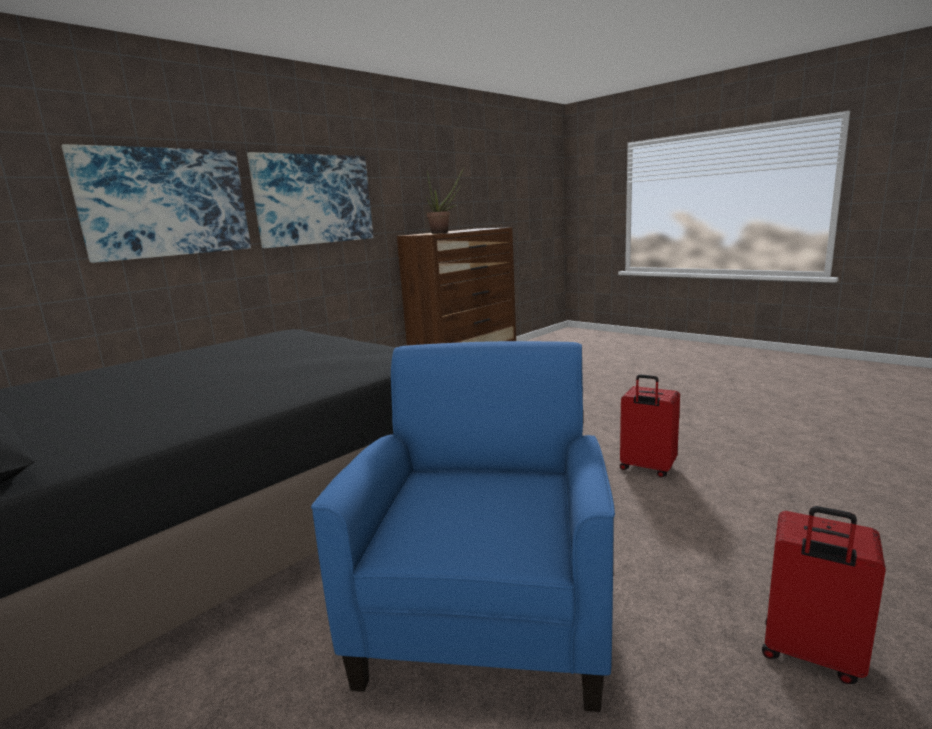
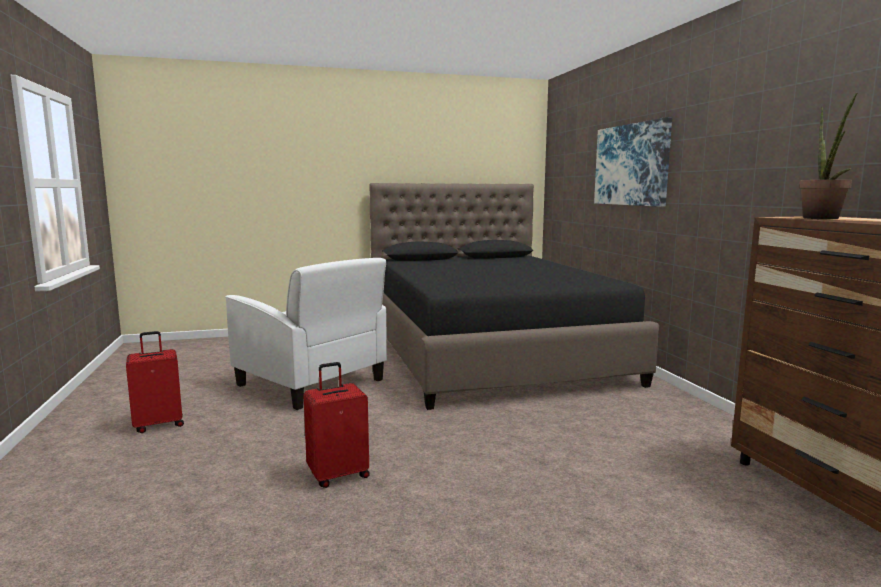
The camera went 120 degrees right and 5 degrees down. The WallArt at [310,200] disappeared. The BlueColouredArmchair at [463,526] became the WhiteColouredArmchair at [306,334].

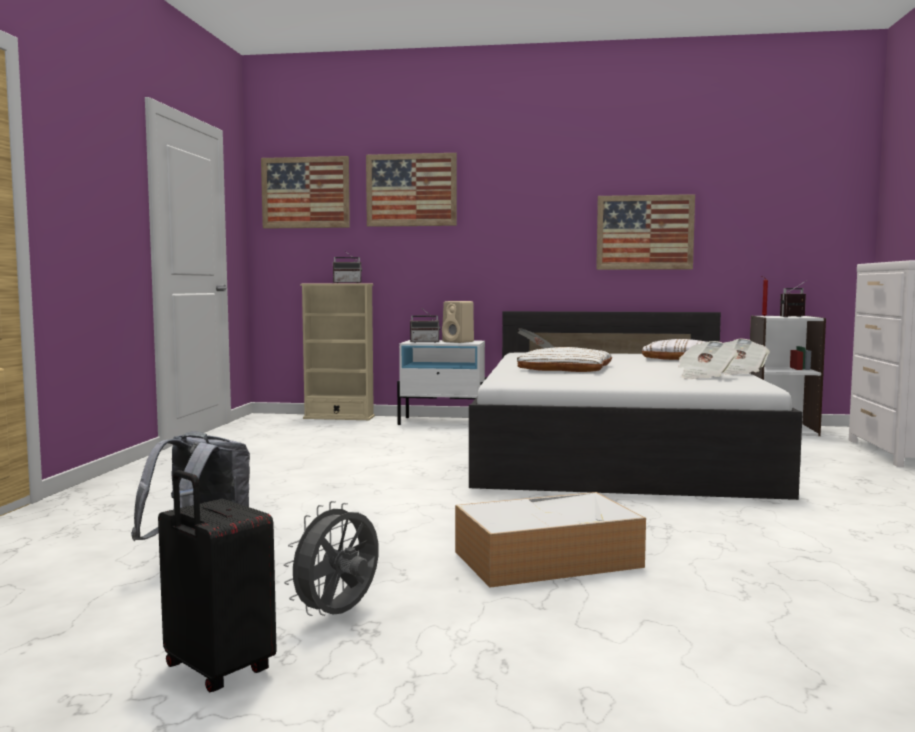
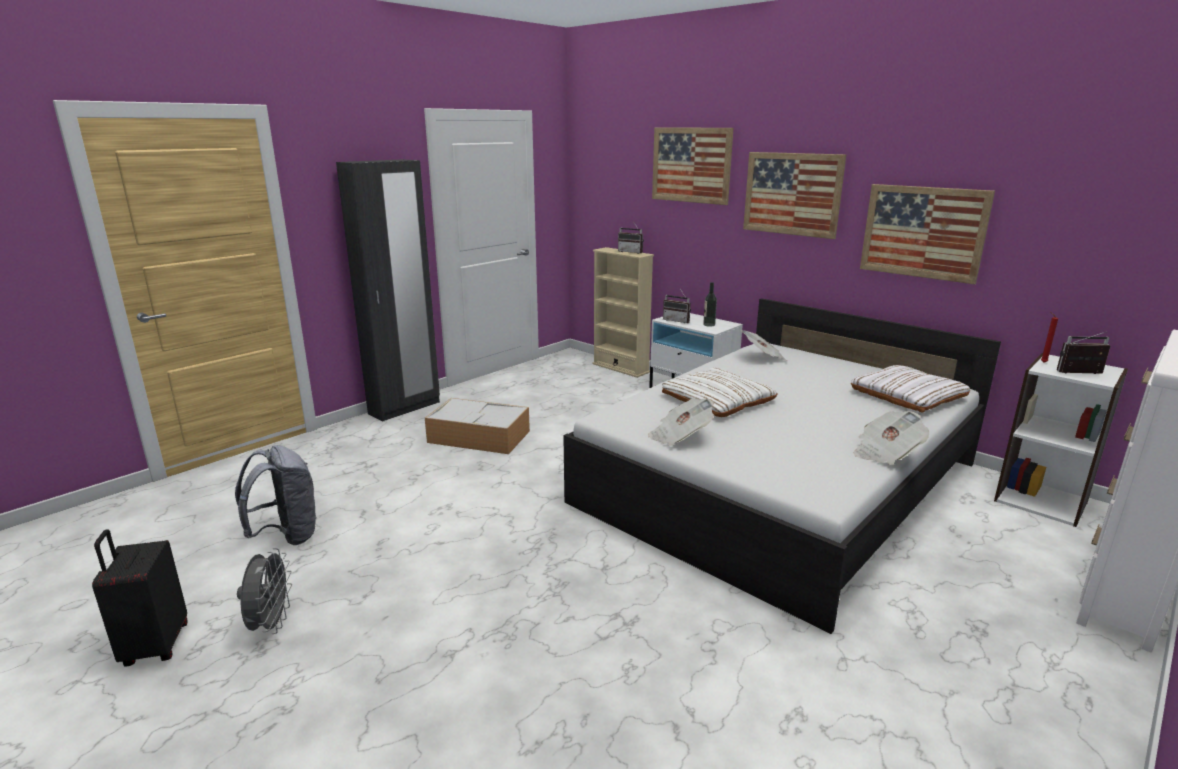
The camera went 35 degrees right and 15 degrees up. The WallArt moved from [305,192] to [794,195]. The BeigeColouredSpeaker at [458,322] was replaced by the Bottle at [710,304]. The DailyPaper moved from [708,360] to [681,422]. The StorageContainer moved from [550,540] to [477,426]. The GreyCoolingFan at [331,558] turned 105 degrees clockwise. The BlackishArmoire at [388,290] appeared.

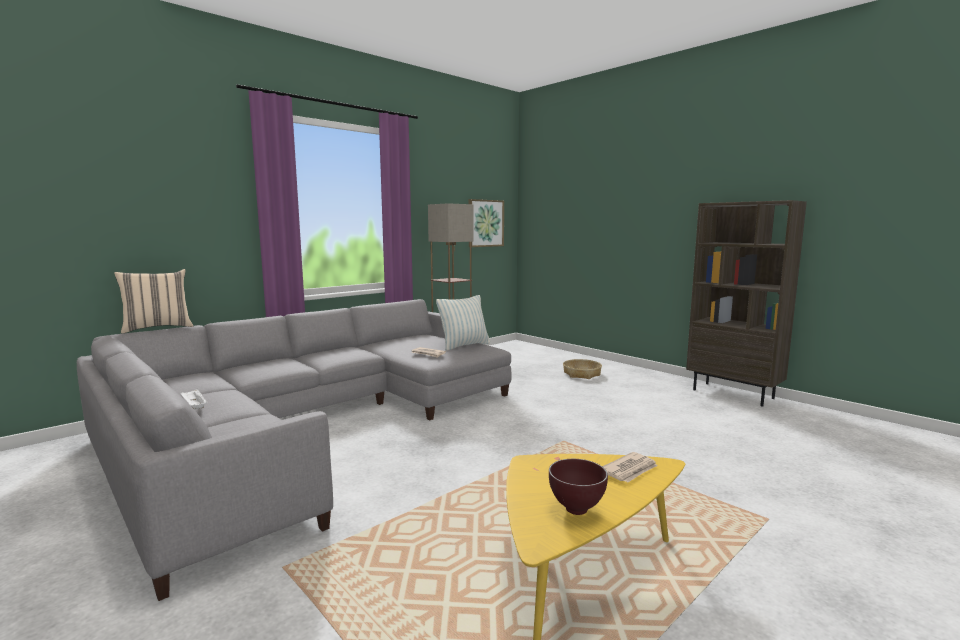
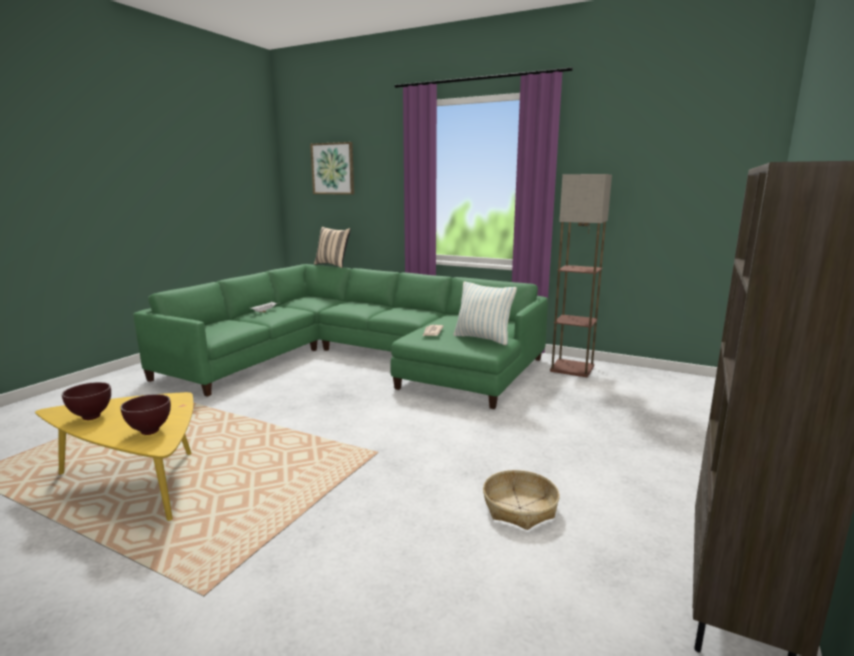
The camera went 70 degrees right and 5 degrees up. The WallArt moved from [486,223] to [332,168]. The GreySofa at [294,450] became the GreenColouredSofa at [340,336]. The Basket moved from [582,369] to [521,500]. The DailyPaper at [630,467] was replaced by the BrownColouredBowl at [145,414].

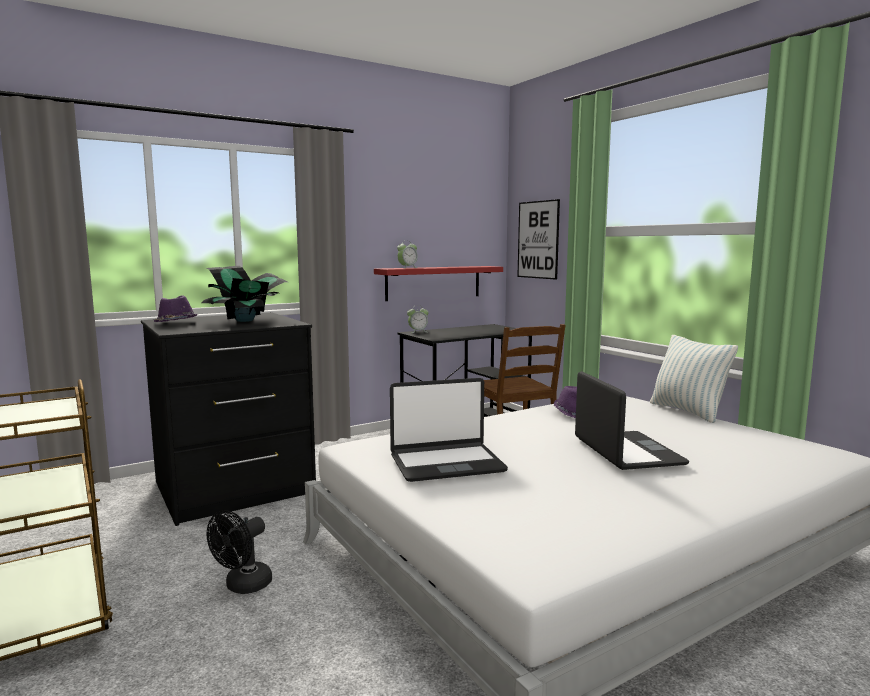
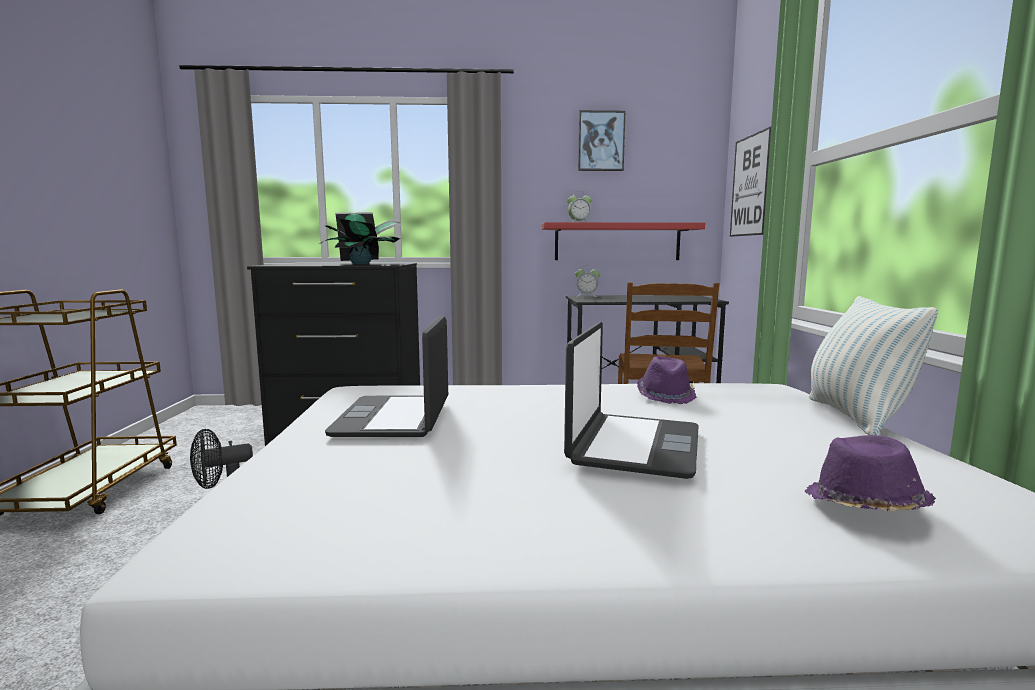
The camera went 30 degrees right and 0 degrees up. The PurpleColouredWearableHat moved from [176,308] to [870,473]. The NotebookComputer at [449,430] turned 75 degrees clockwise. The WallArt at [601,140] appeared.

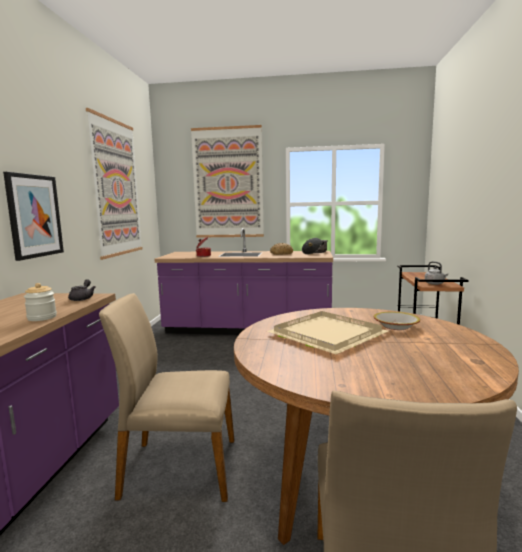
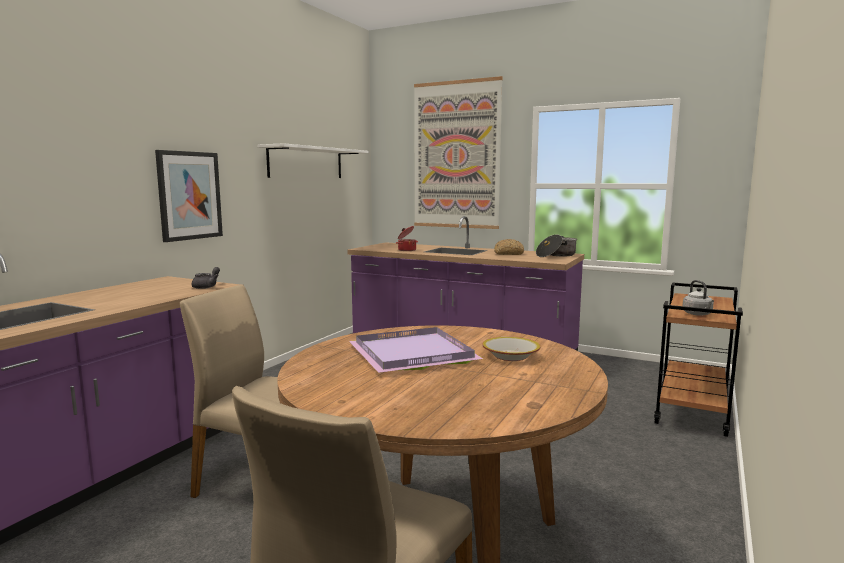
The camera went 20 degrees right and 0 degrees up. The WallArt at [114,184] was replaced by the WhiteColouredShelf at [313,160]. The Jar at [40,302] disappeared. The BeigeColouredCarryingTray at [327,332] became the PurpleColouredCarryingTray at [416,350].

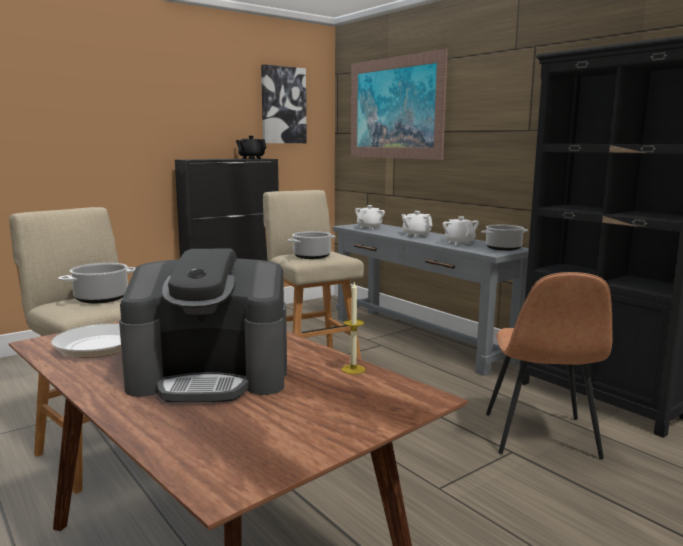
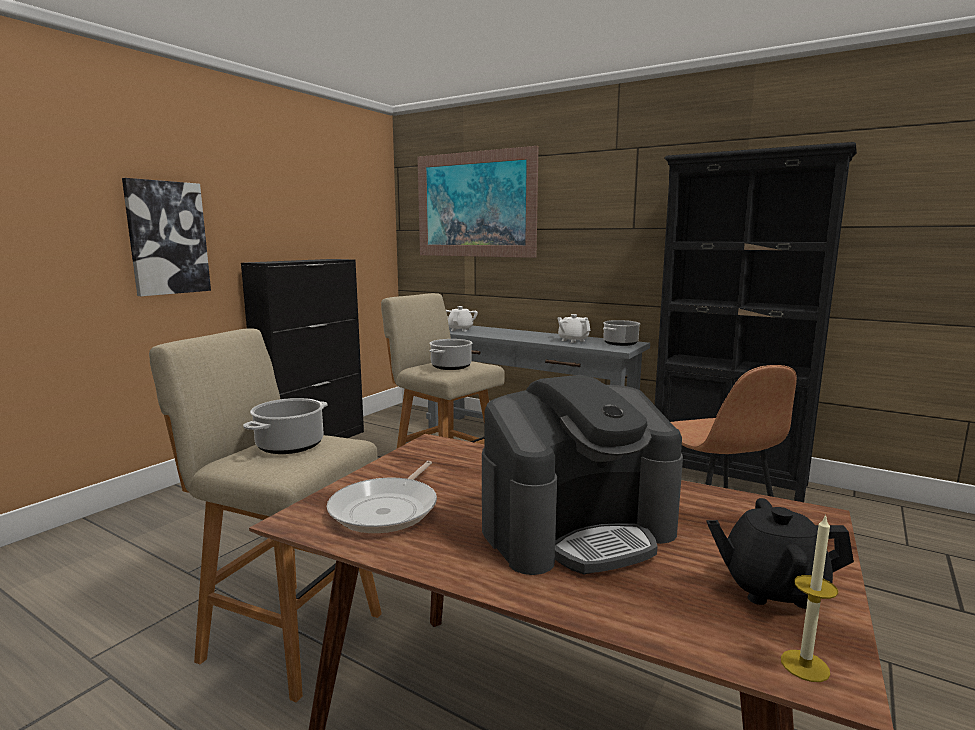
The camera went 20 degrees left and 0 degrees up. The WallArt moved from [284,103] to [166,237]. The BlackishPotForTea moved from [251,147] to [780,553]. The WhiteColouredPotForTea at [417,224] disappeared. The Candle moved from [353,328] to [809,598].

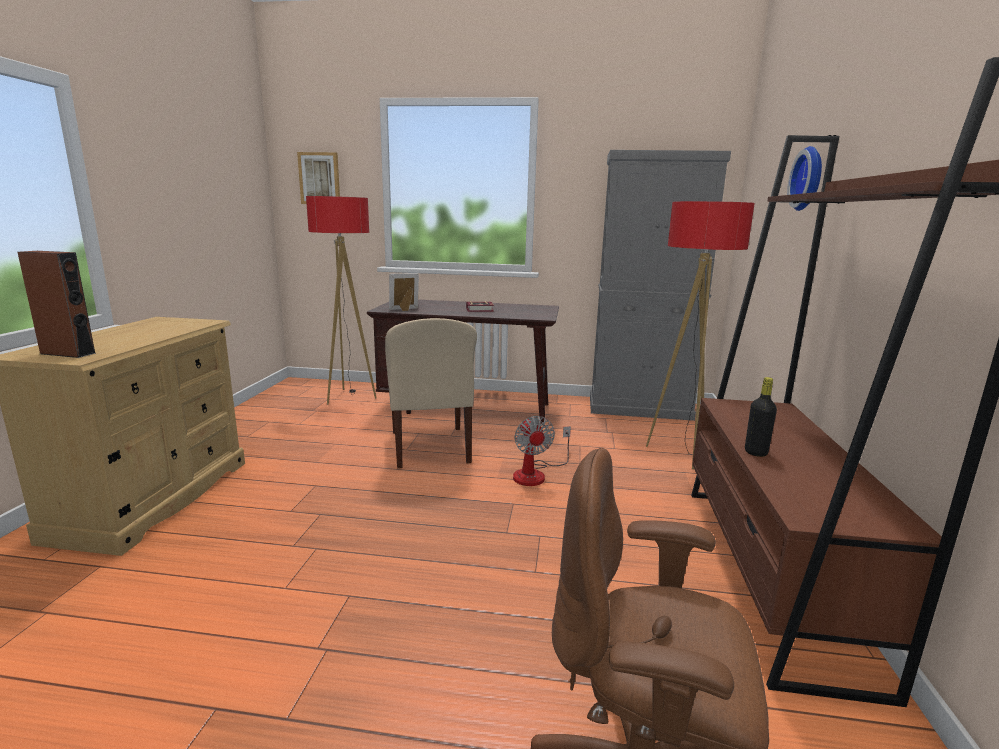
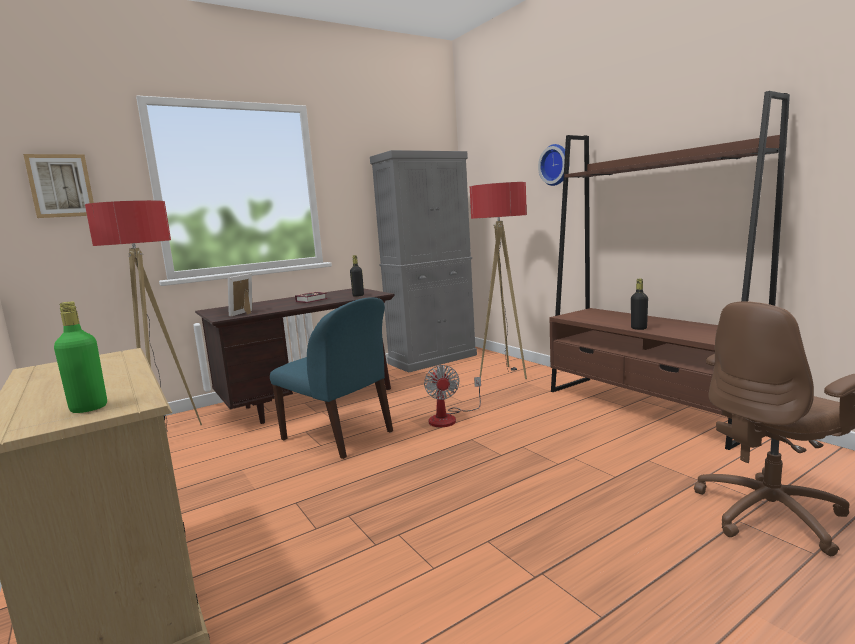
The camera went 40 degrees left and 5 degrees down. The BrownColouredSpeaker at [56,304] was replaced by the GreenColouredBottle at [80,357]. The BeigeColouredChair at [431,393] became the BlueColouredChair at [331,378]. The CoolingFan at [542,451] turned 45 degrees clockwise. The BlackishBottle at [357,276] appeared.

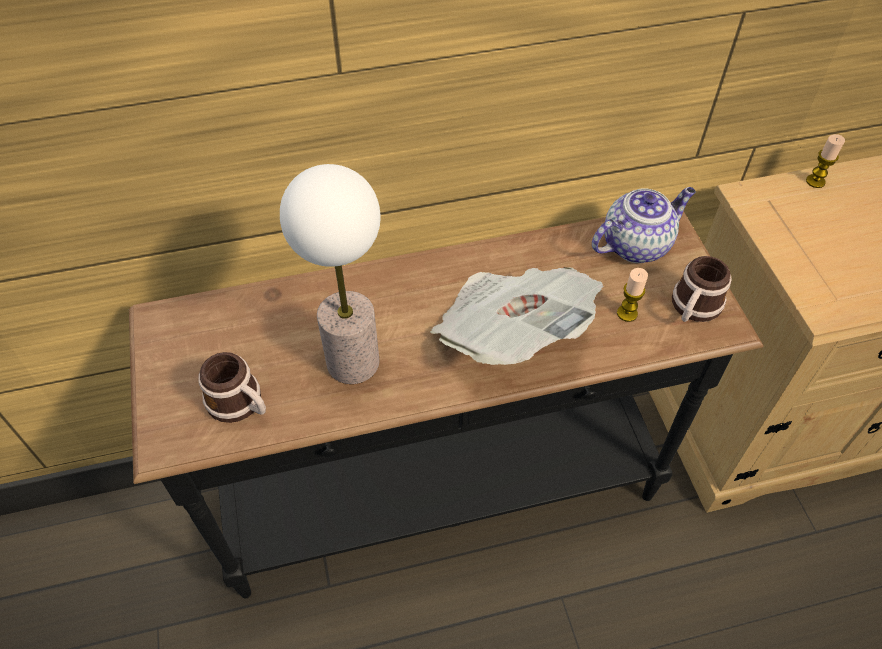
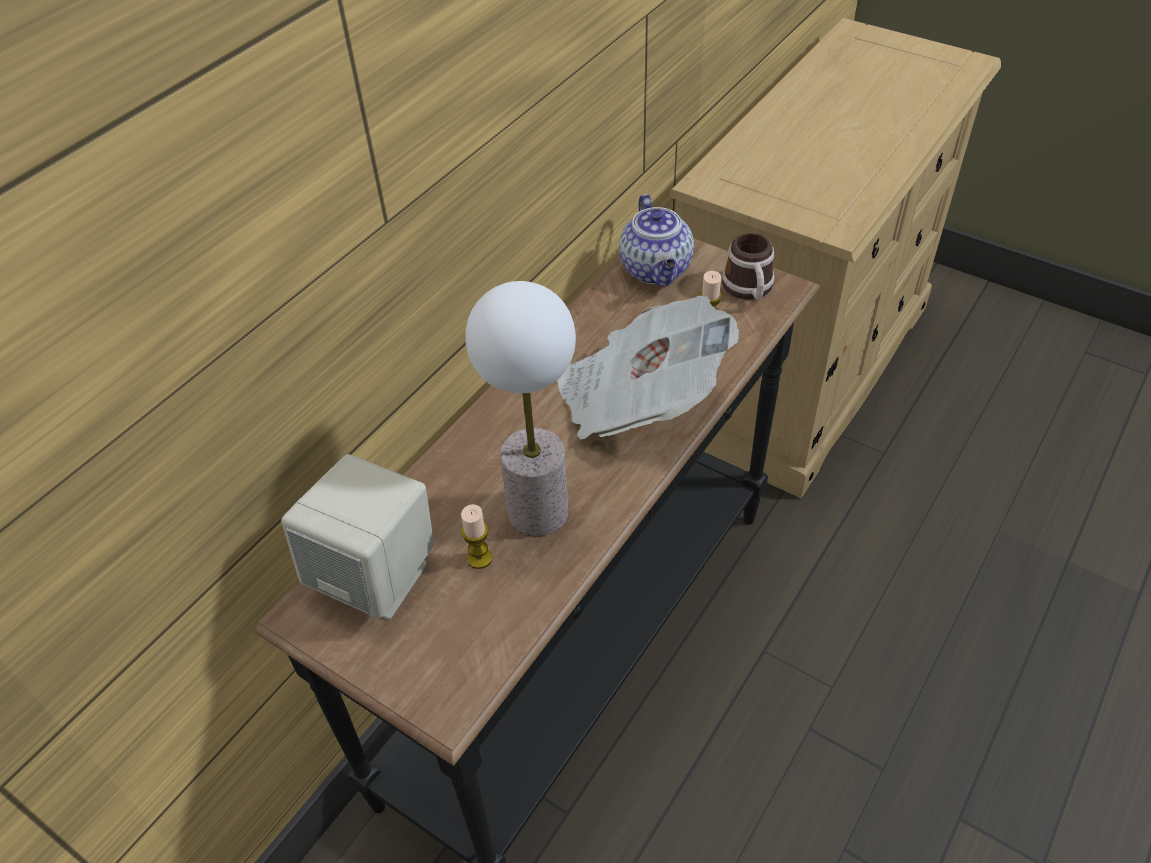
The camera went 40 degrees left and 5 degrees down. The Candle moved from [825,161] to [476,536]. The PotForTea at [644,225] turned 150 degrees clockwise. The TeaMug at [232,387] disappeared. The BeigeColouredSpeaker at [357,537] appeared.

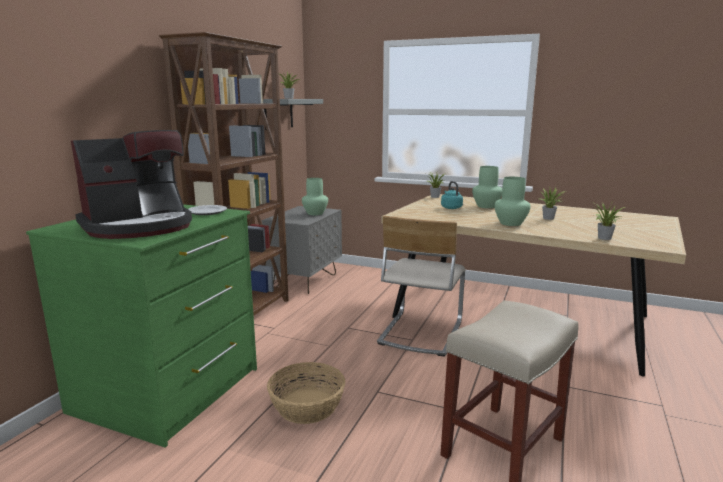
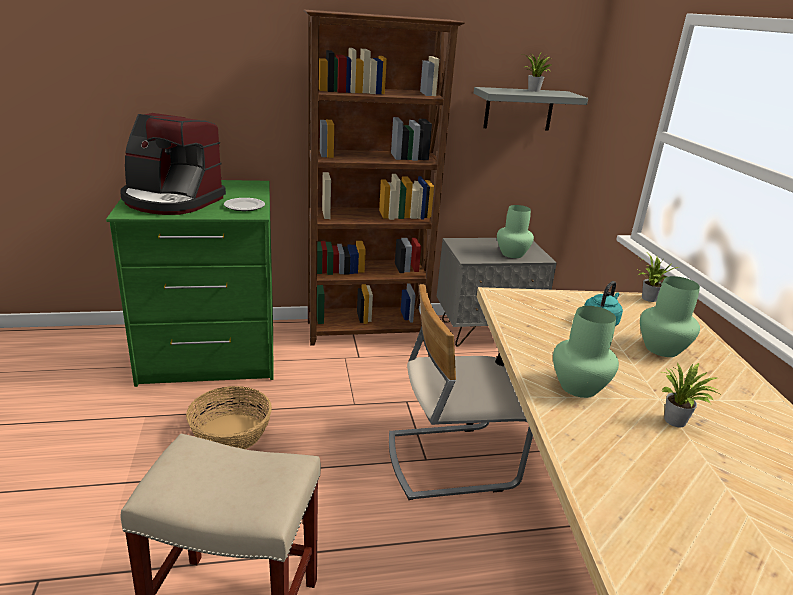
The camera went 55 degrees right and 10 degrees up. The Houseplant at [608,221] disappeared.

